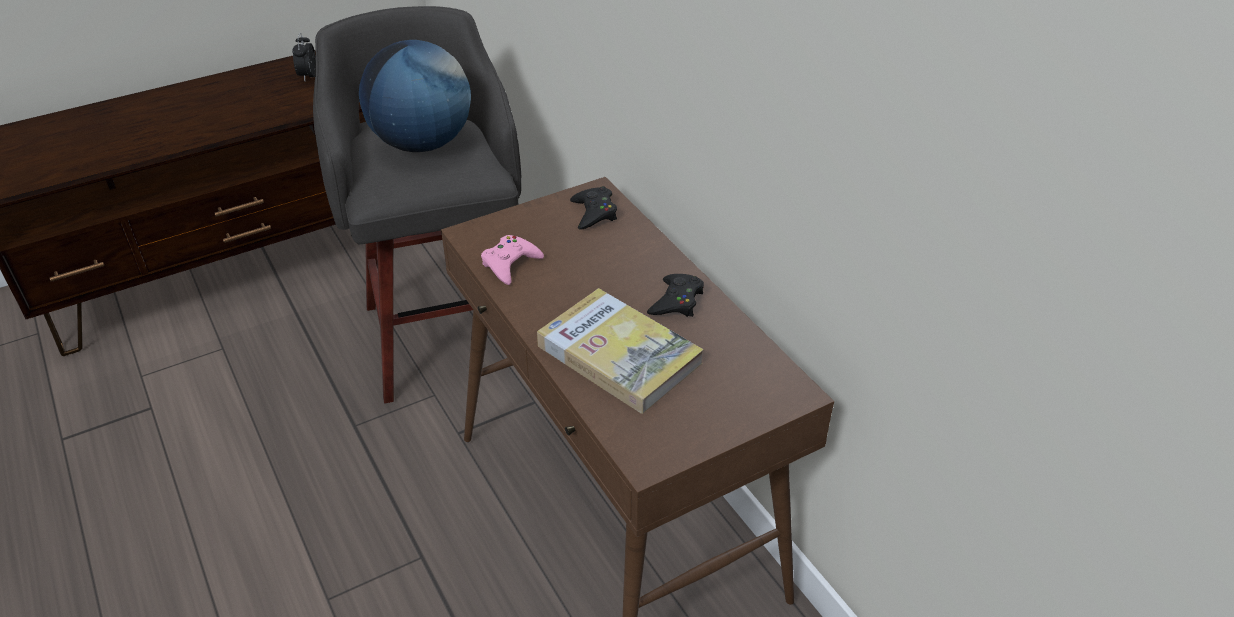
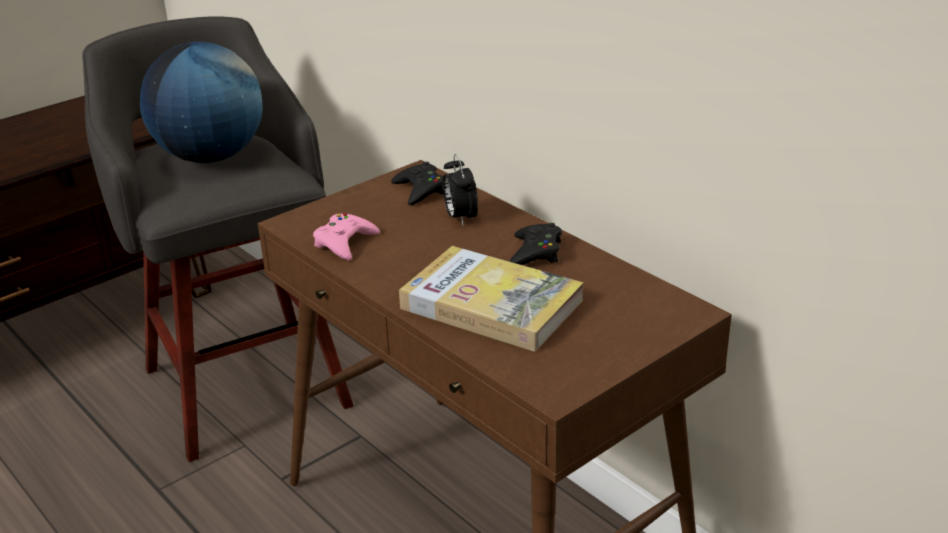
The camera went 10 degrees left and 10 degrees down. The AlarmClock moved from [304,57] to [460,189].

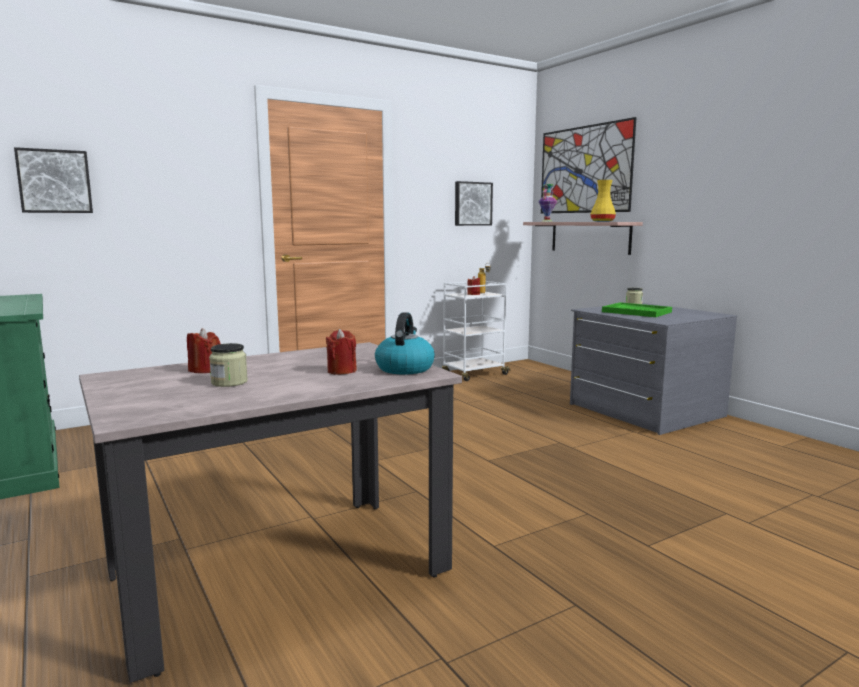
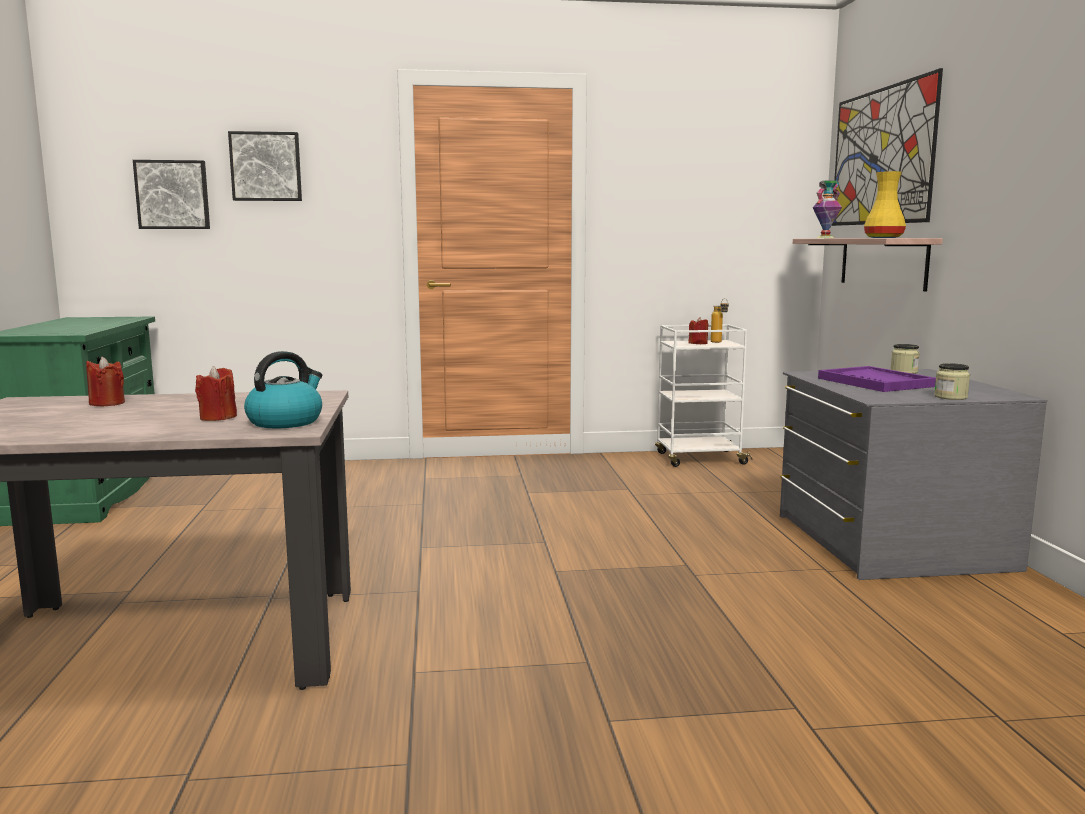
The camera went 25 degrees right and 0 degrees up. The WallArt moved from [474,203] to [265,166]. The GreenColouredCarryingTray at [637,309] became the PurpleColouredCarryingTray at [877,379]. The Jar moved from [228,365] to [952,381].

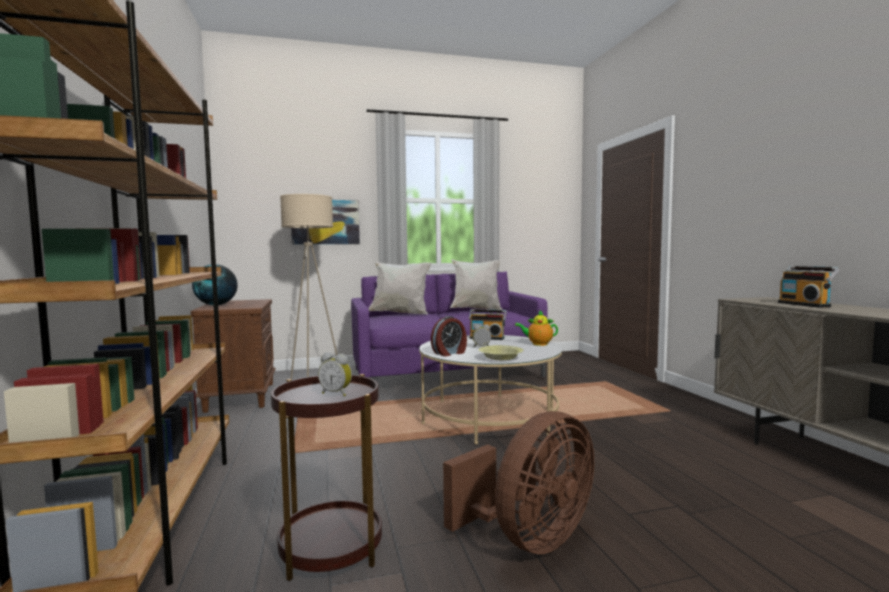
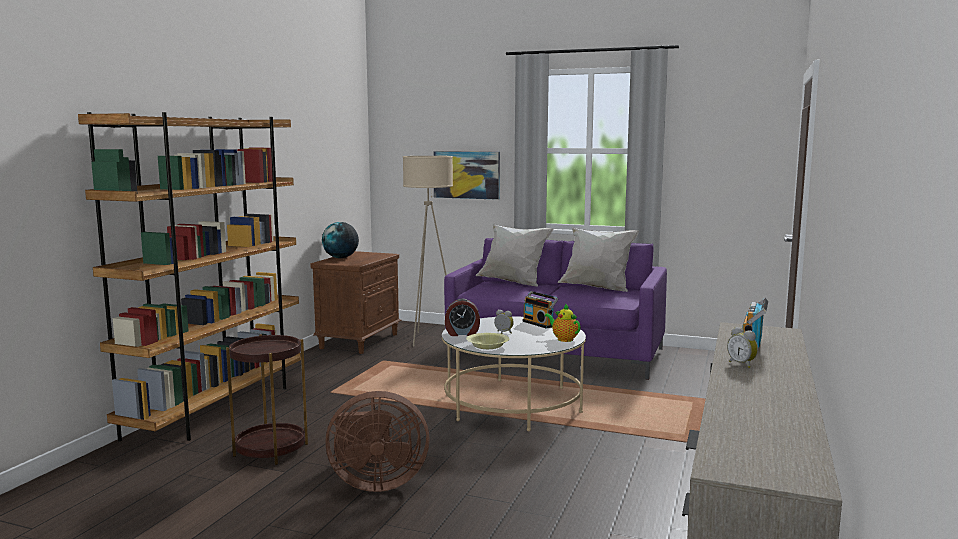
The camera went 35 degrees right and 5 degrees up. The AlarmClock moved from [335,374] to [742,347].

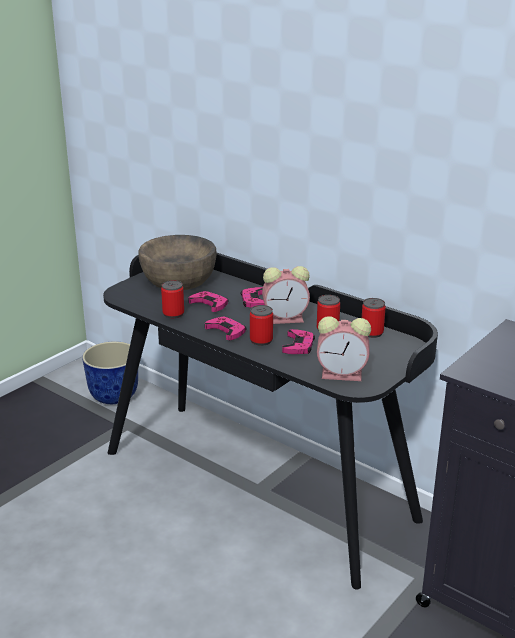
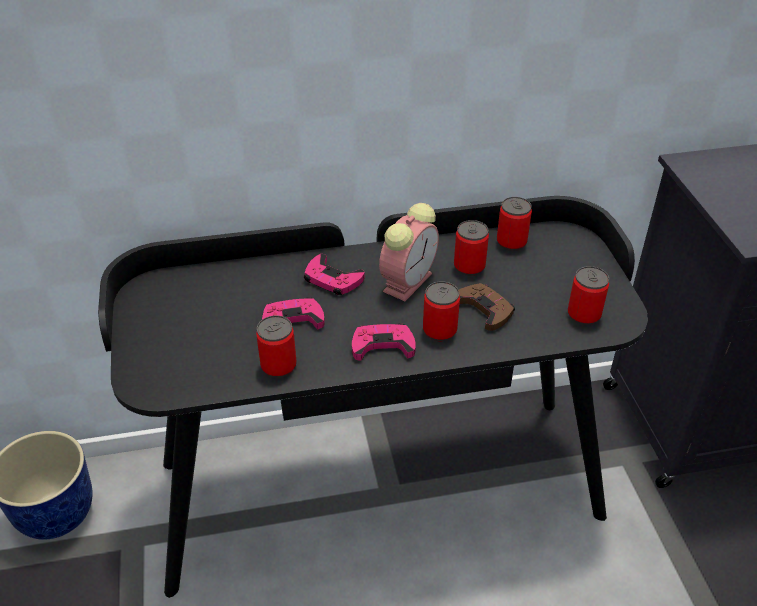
The camera went 50 degrees left and 15 degrees up. The BrownColouredBowl at [177,262] disappeared. The AlarmClock at [344,348] was replaced by the SealedCan at [588,295]. The PinkGameController at [298,341] became the BrownColouredGameController at [487,307].

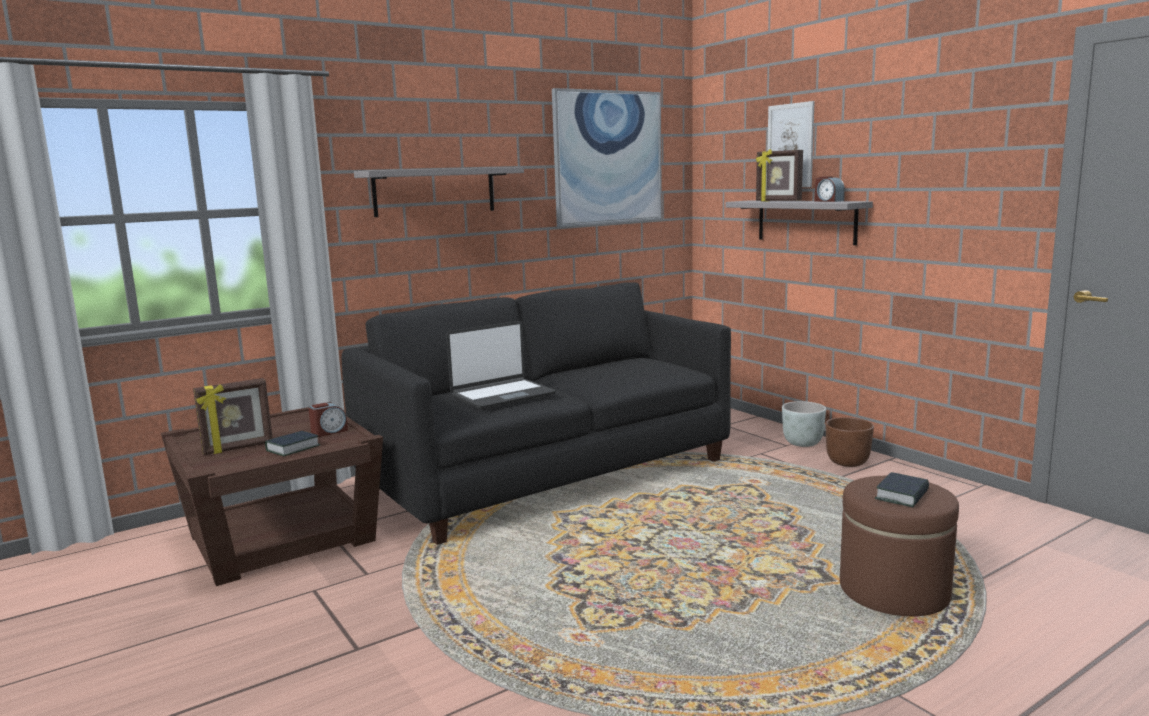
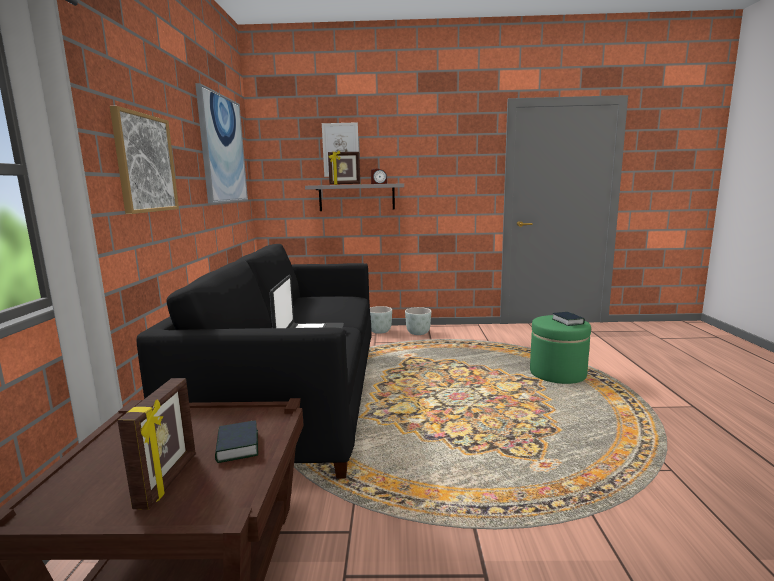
The camera went 55 degrees left and 0 degrees up. The GreyShelf at [439,192] was replaced by the WallArt at [144,160]. The AlarmClock at [328,420] disappeared. The BrownColouredFlowerPot at [849,442] became the GreyFlowerPot at [418,321]. The BrownColouredOttoman at [899,546] became the GreenColouredOttoman at [560,349].

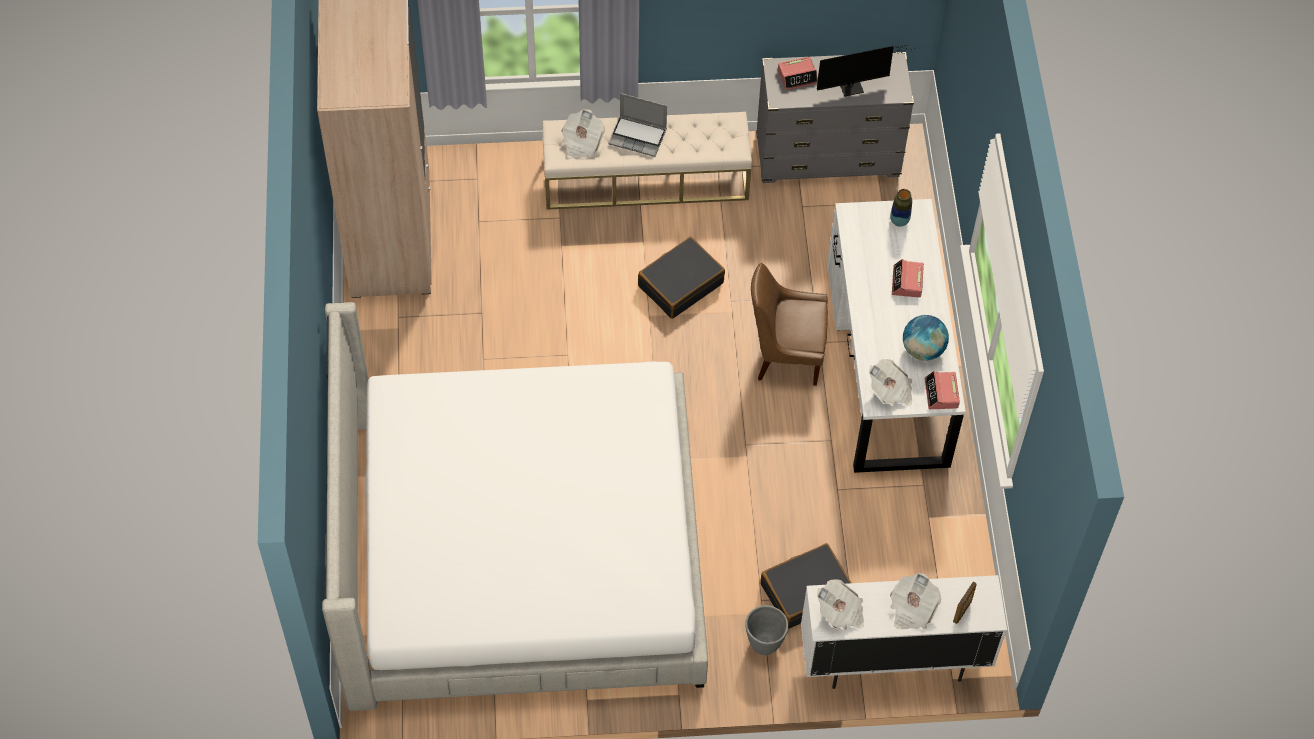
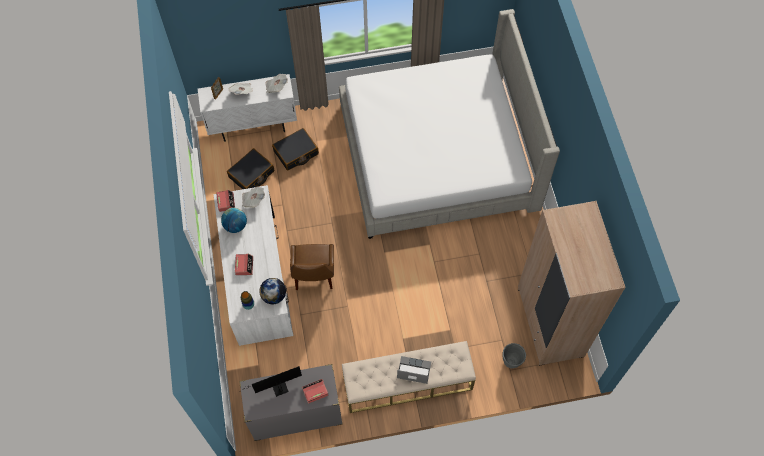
The camera went 175 degrees right and 5 degrees up. The DailyPaper at [583,134] disappeared. The BlackishPieceOfLuggage moved from [681,278] to [250,168]. The BrownColouredChair at [789,324] turned 90 degrees clockwise. The GreyFlowerPot moved from [766,630] to [514,356]. The WorldGlobe at [272,291] appeared.

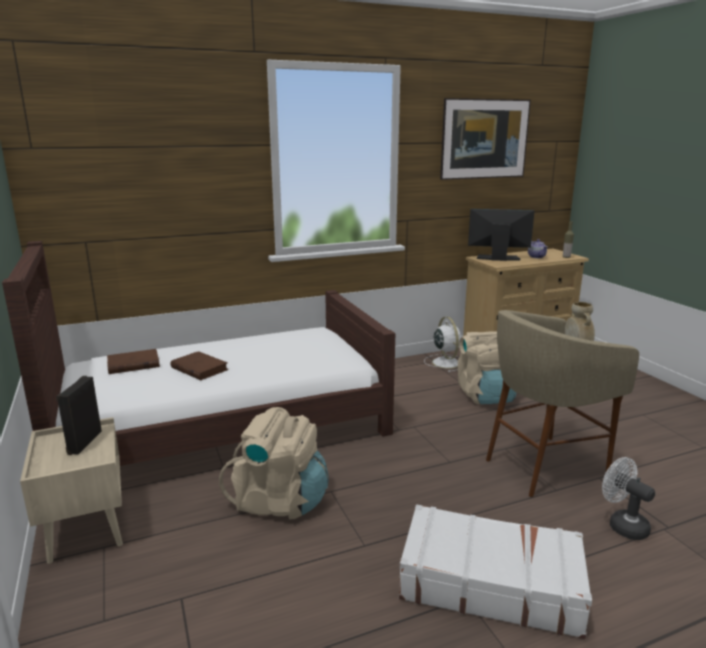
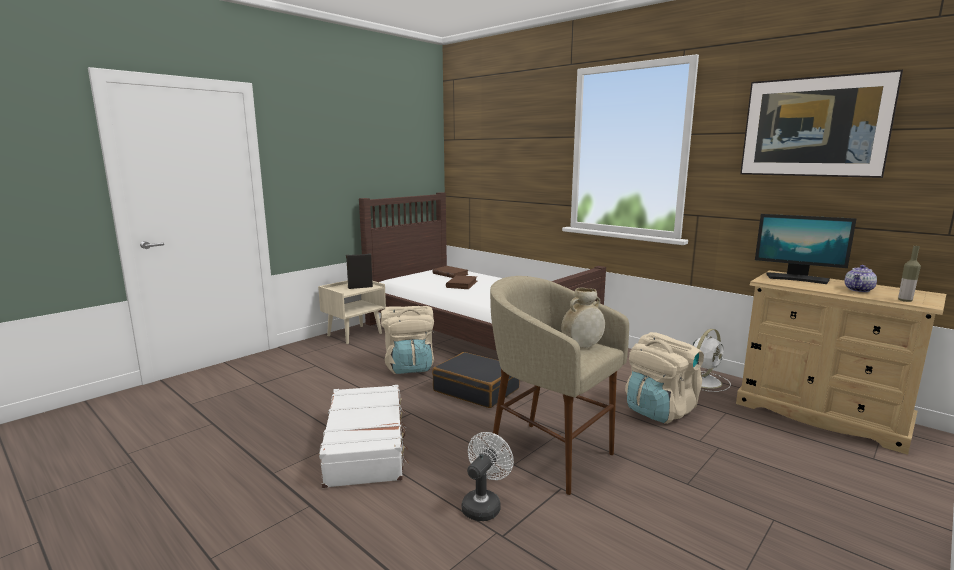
The camera went 65 degrees right and 5 degrees down. The Monitor at [501,235] turned 135 degrees clockwise. The BlackishPieceOfLuggage at [475,380] appeared.

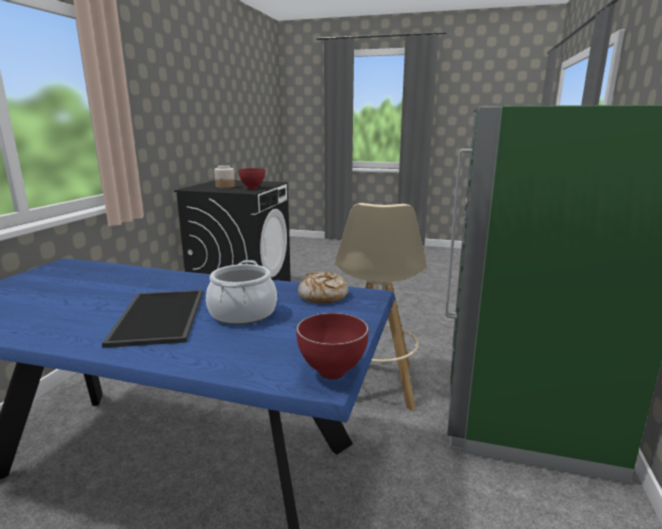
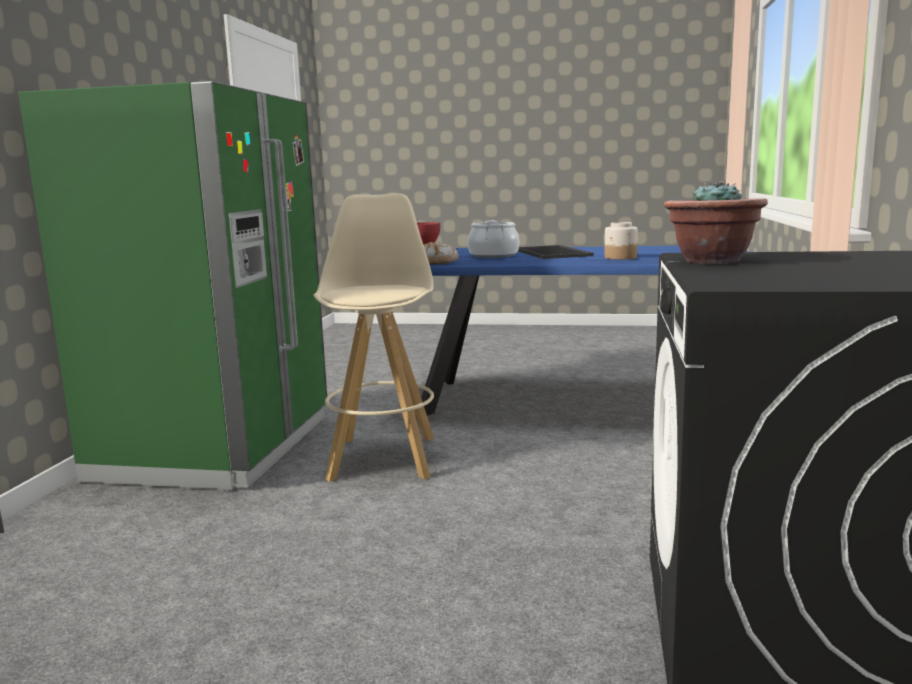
The camera went 175 degrees right and 5 degrees down. The Jar moved from [224,176] to [621,241]. The ReddishBowl at [251,178] was replaced by the Houseplant at [716,222].

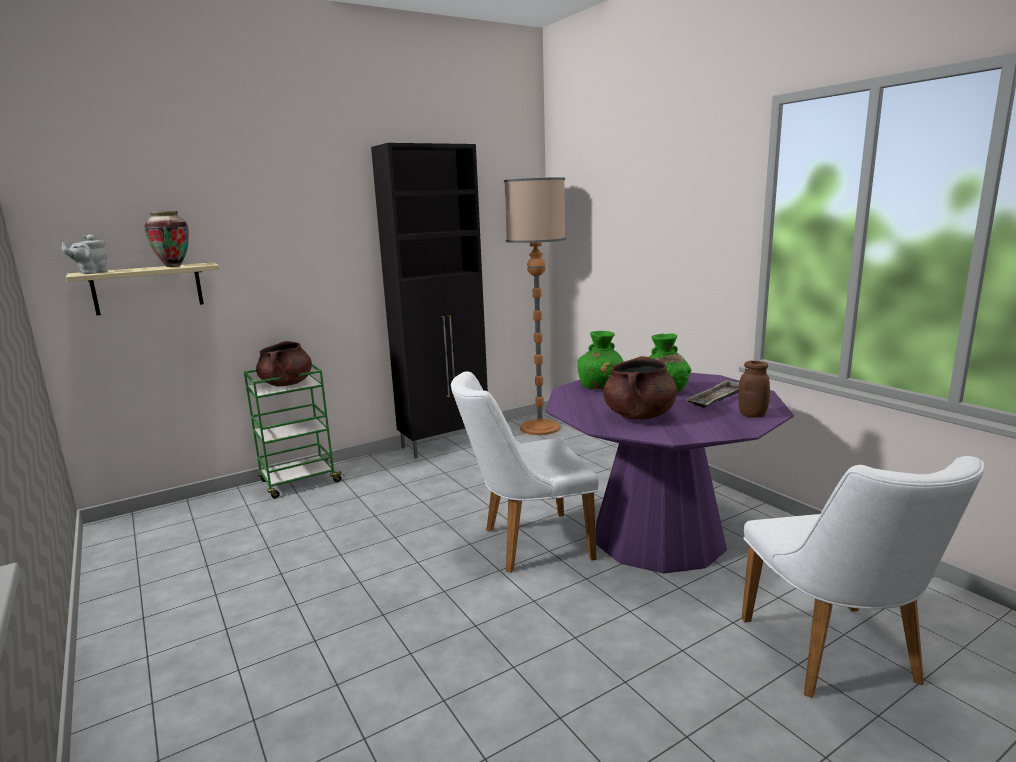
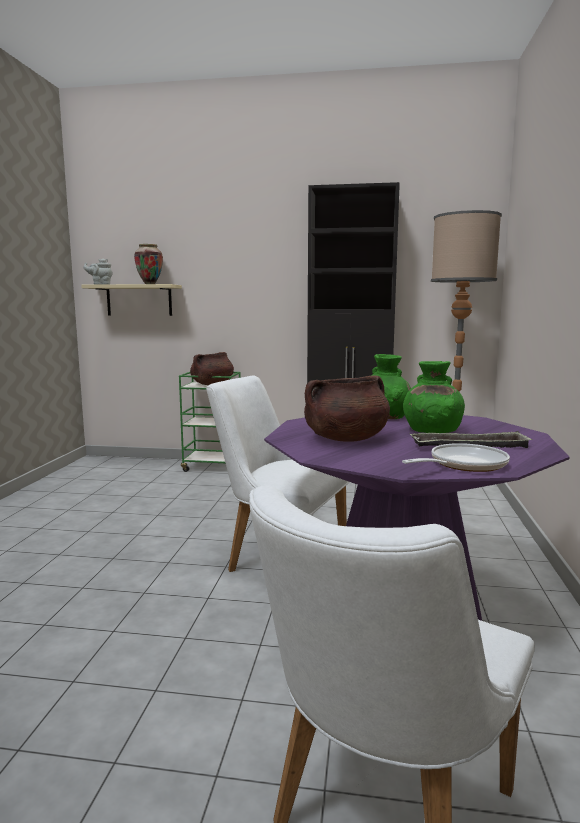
The camera went 40 degrees right and 5 degrees down. The BrownColouredJar at [754,389] was replaced by the Skillet at [456,457].

